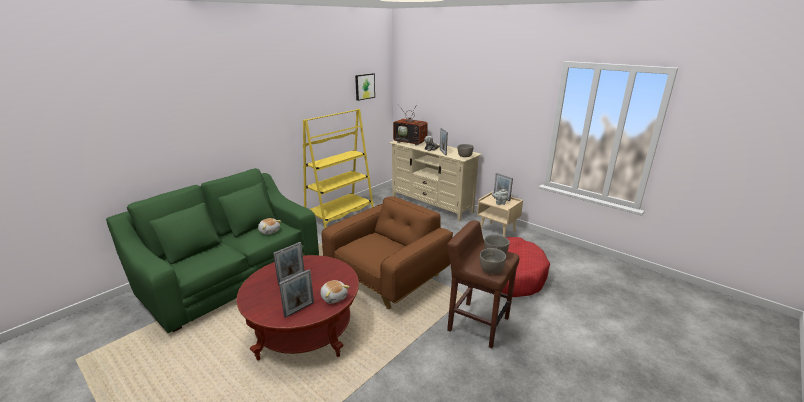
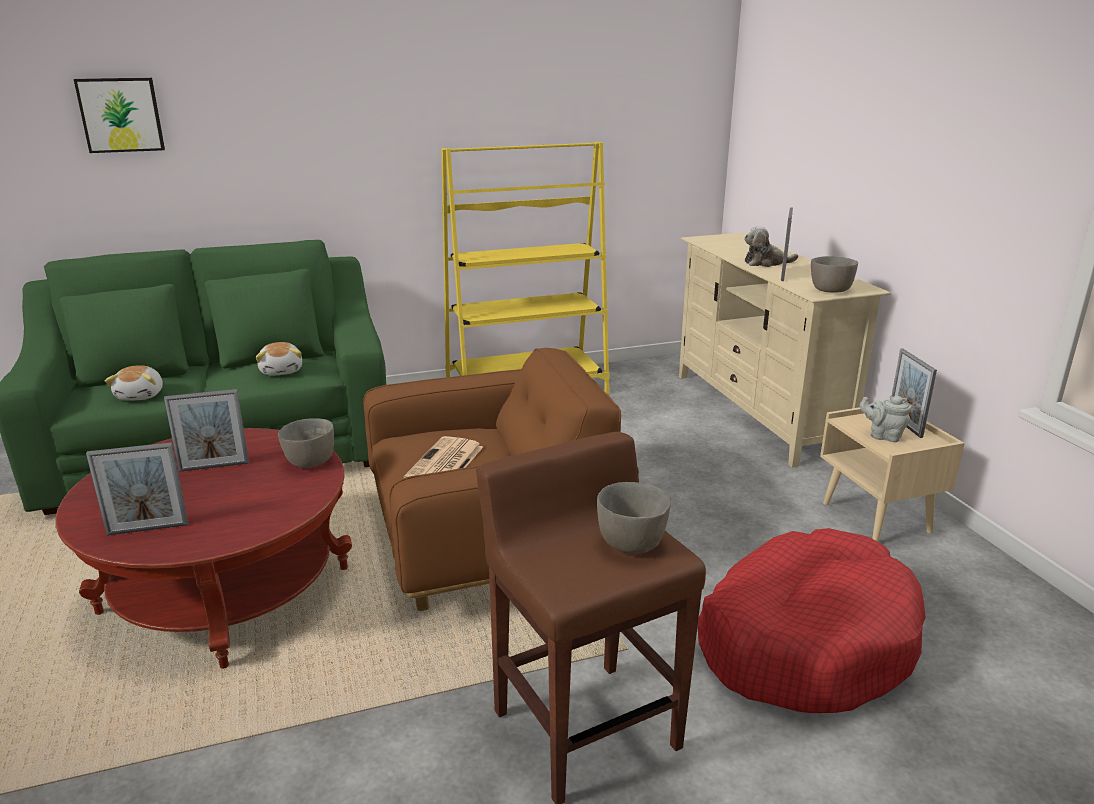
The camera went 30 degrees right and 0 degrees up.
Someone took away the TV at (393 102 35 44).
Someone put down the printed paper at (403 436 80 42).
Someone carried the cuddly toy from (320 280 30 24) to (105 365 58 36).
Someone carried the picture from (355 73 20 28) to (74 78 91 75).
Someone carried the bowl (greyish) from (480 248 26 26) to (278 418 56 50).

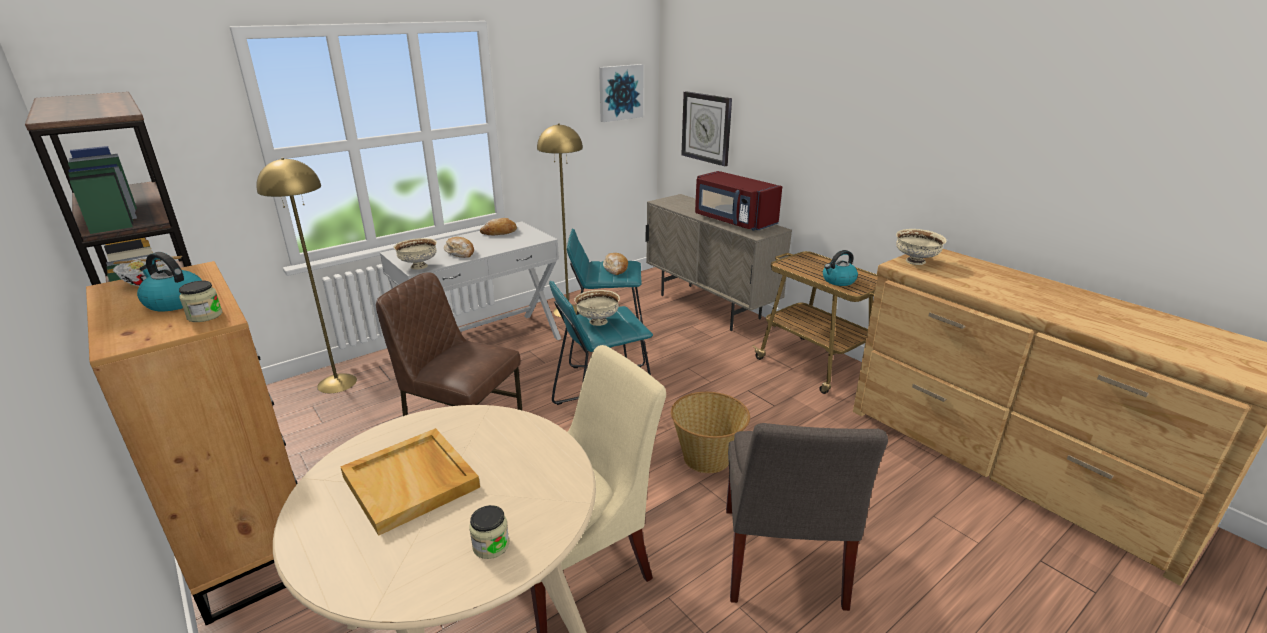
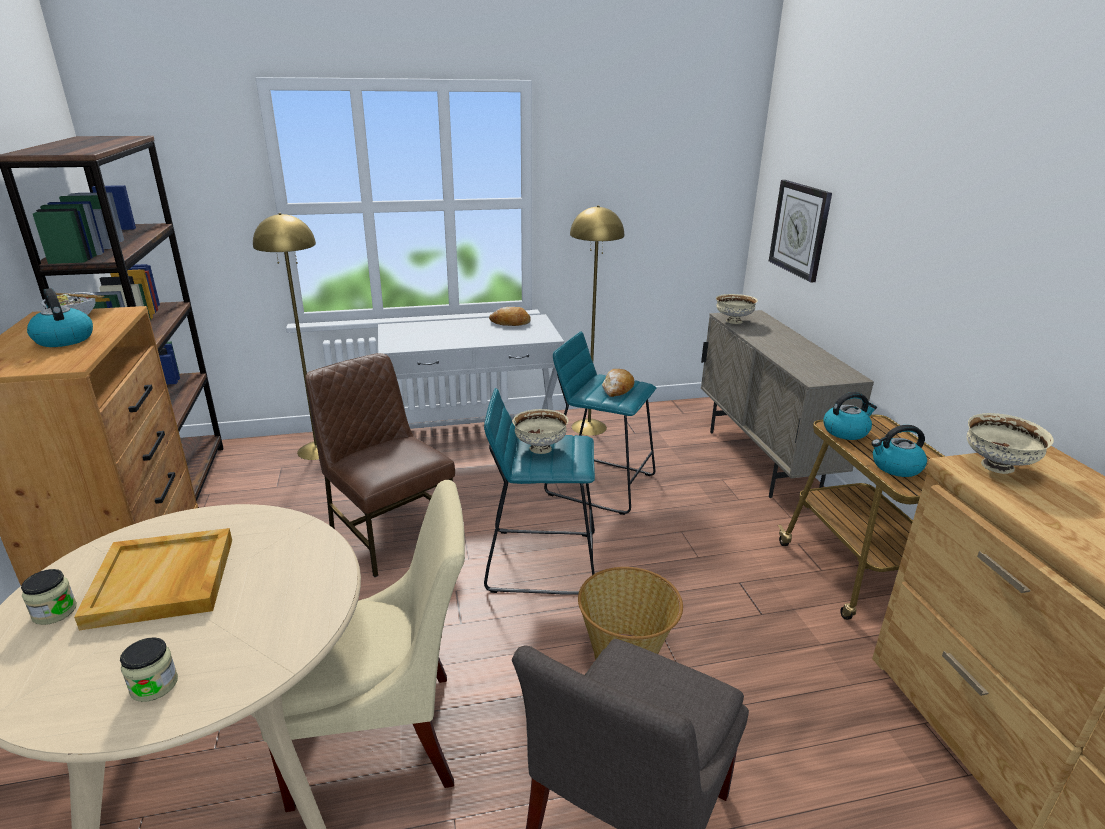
The camera went 25 degrees right and 0 degrees up.
Someone took away the bakery bread at (444 237 30 21).
Someone took away the picture at (599 64 45 58).
Someone took away the microwave (red) at (695 171 87 60).
Someone put down the tea kettle at (823 392 54 48).
Someone carried the jar from (179 281 43 41) to (21 569 56 56).
Someone carried the bowl (sand-coloured) from (394 238 43 32) to (716 294 42 30).

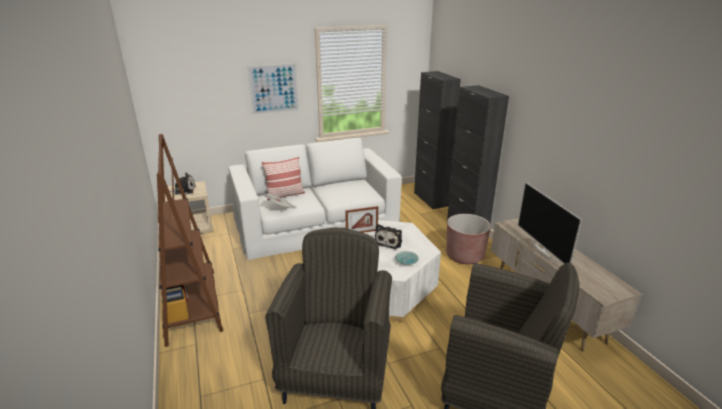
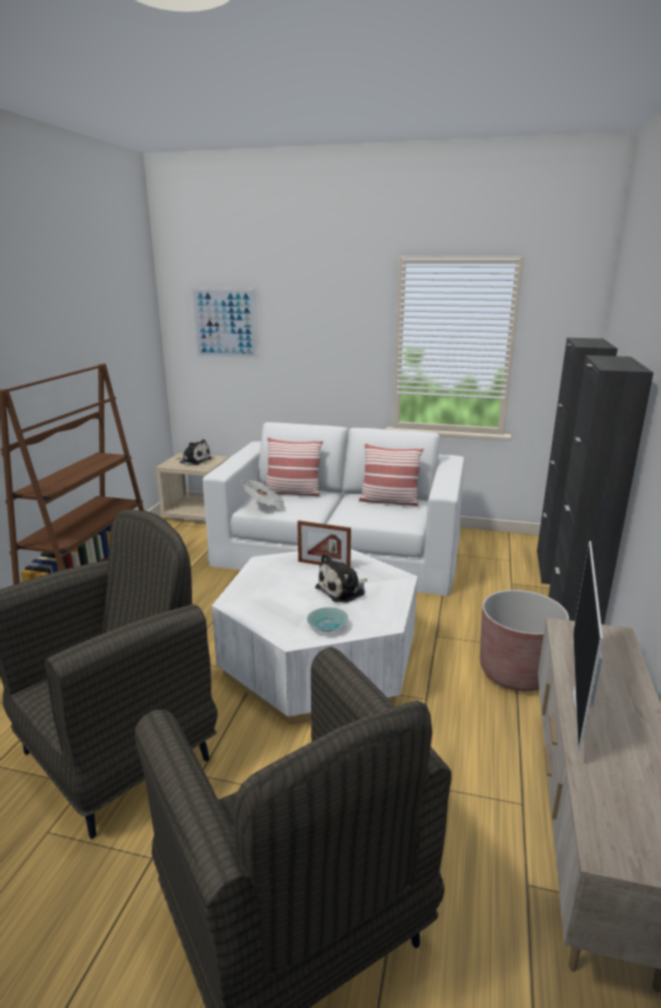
The camera went 35 degrees right and 5 degrees down.
Someone put down the pillow at (359 443 64 63).
Someone carried the picture from (247 63 52 52) to (191 288 67 71).

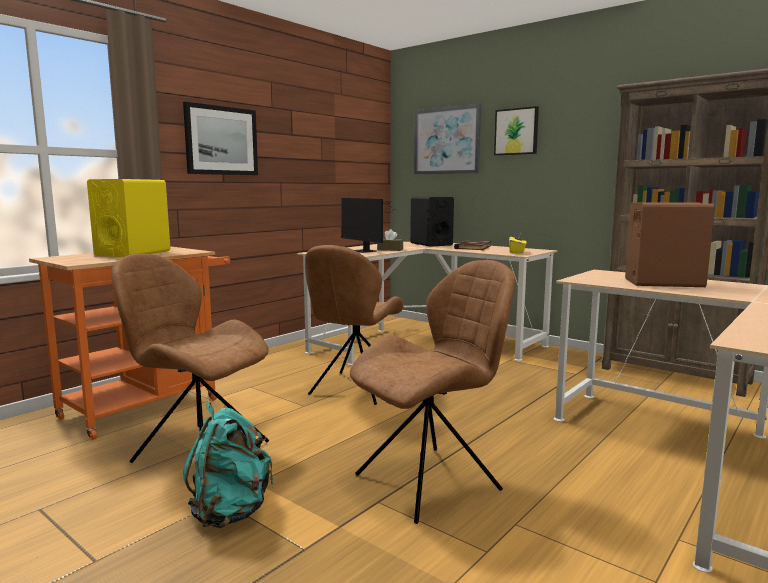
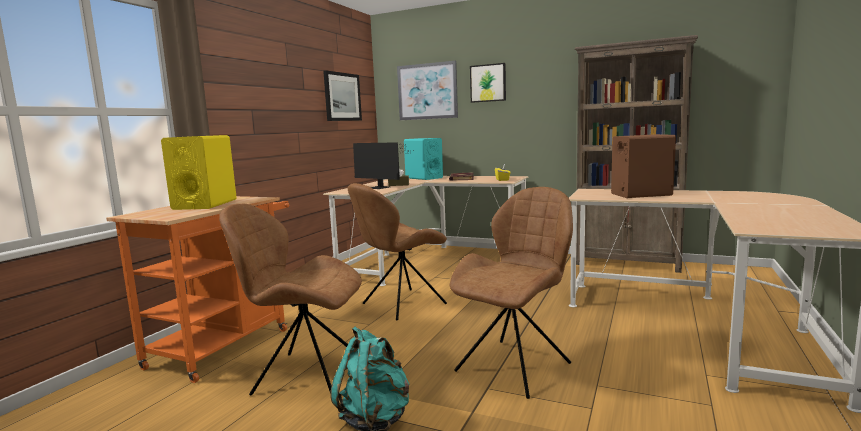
The camera went 15 degrees left and 0 degrees up.
Someone carried the picture from (183 102 75 73) to (323 70 39 51).
Someone repainted the loudspeaker (blackish) at (410 197 44 49), which became the loudspeaker (blue-green) at (404 138 39 42).
Someone rotated the upright chair (brown) at (305 245 99 160) by 45 degrees clockwise.

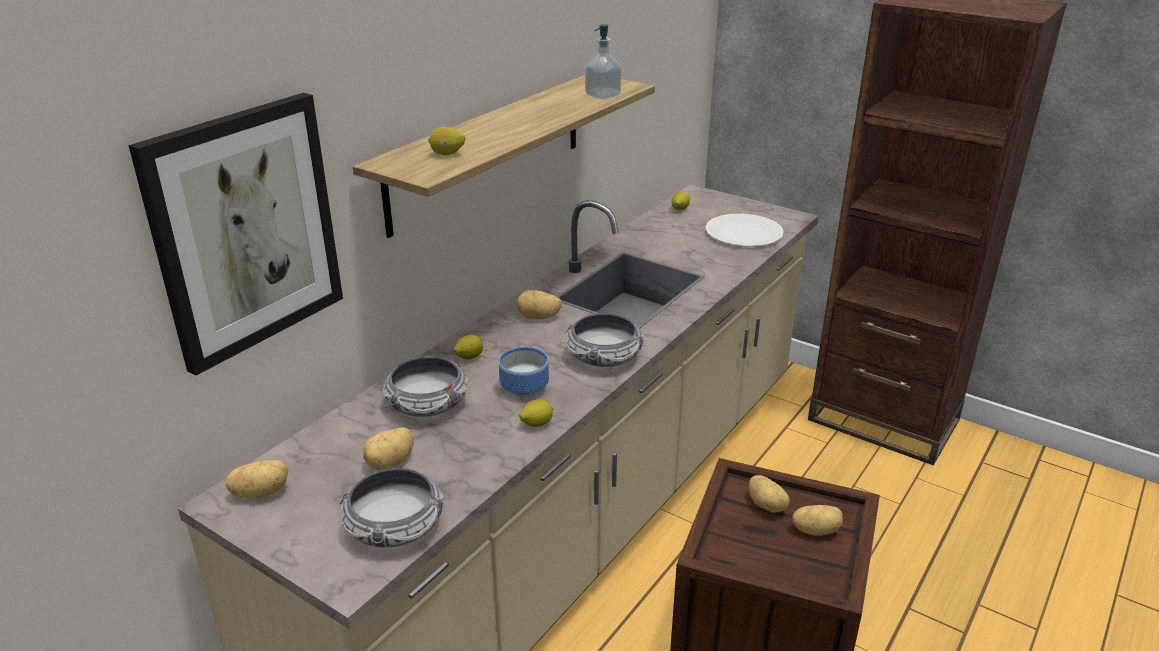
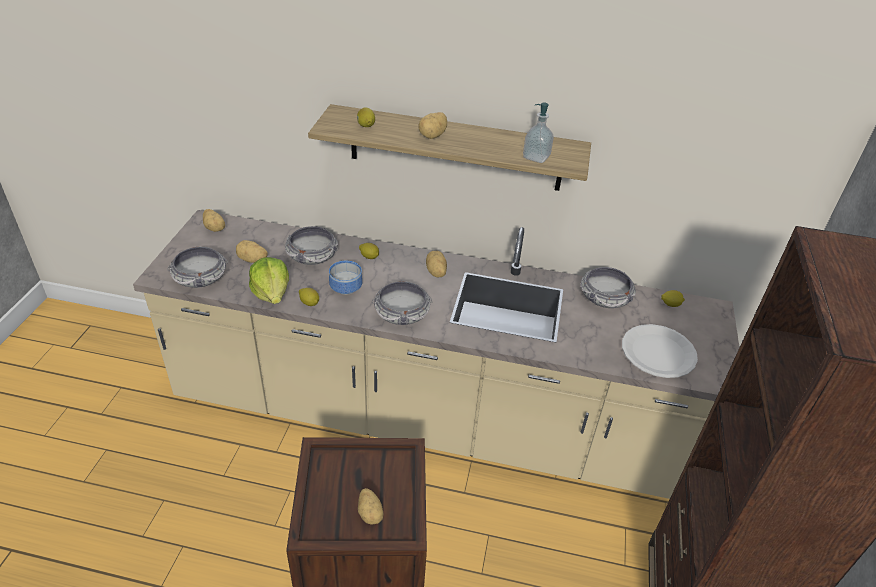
The camera went 65 degrees right and 10 degrees up.
Someone took away the picture at (129 93 214 283).
Someone put down the head of lettuce at (249 257 40 47).
Someone put down the bowl at (580 267 56 41).
Someone carried the spud from (749 475 41 38) to (418 112 29 27).

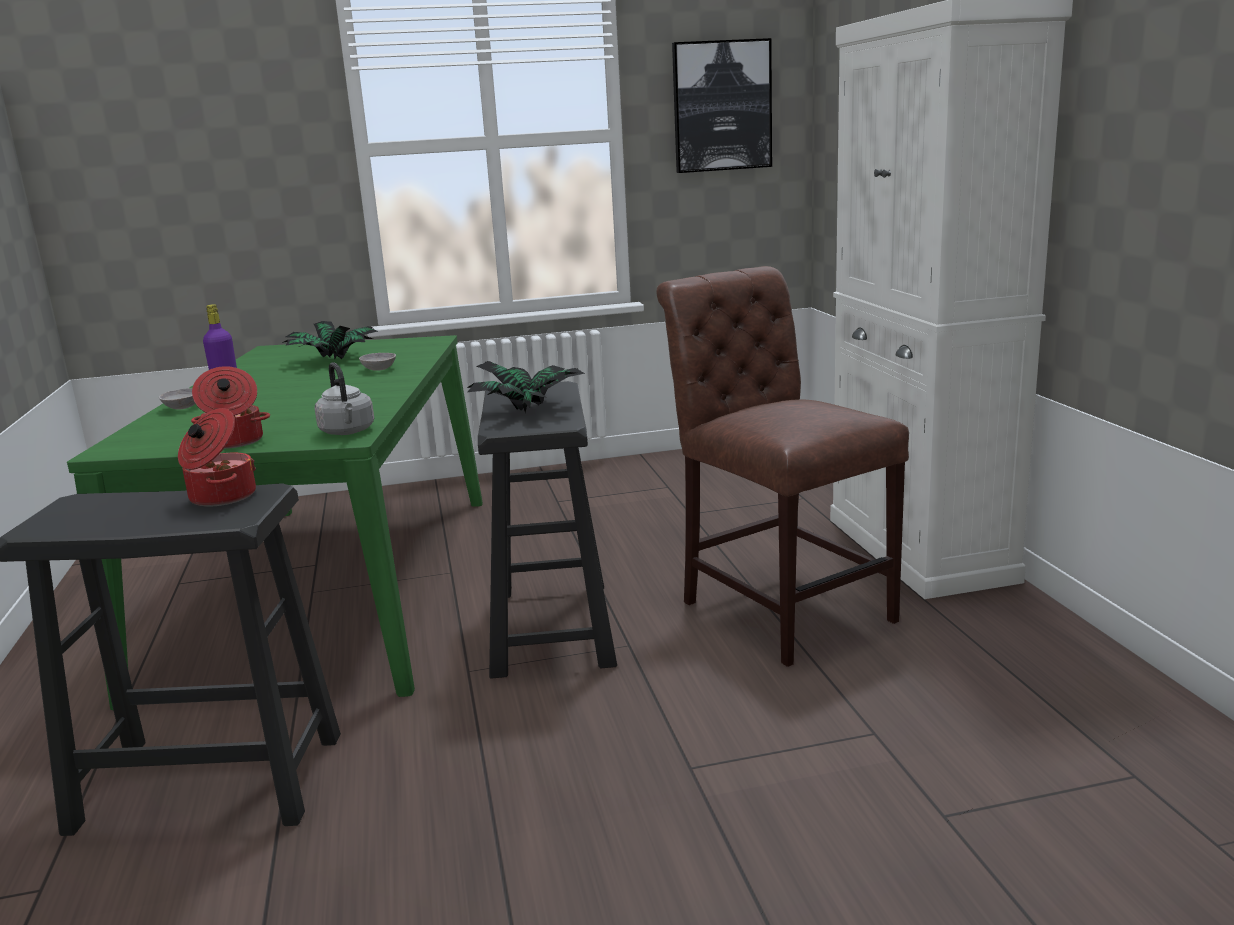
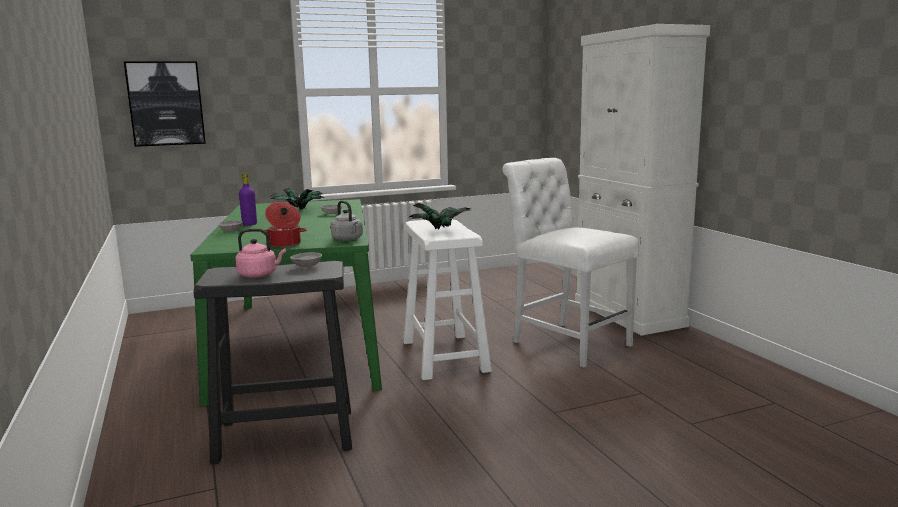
The camera went 10 degrees left and 5 degrees down.
Someone put down the tea kettle (pinkish) at (235 228 51 50).
Someone carried the picture from (672 38 100 135) to (124 61 82 86).
Someone swapped the cooking pot at (178 408 78 99) for the bowl (greyish) at (290 252 32 15).
Someone repainted the stool (blackish) at (478 381 139 298), which became the stool (white-coloured) at (403 219 89 161).
Someone repainted the upright chair (brown) at (656 266 253 401), which became the upright chair (white-coloured) at (503 158 136 209).

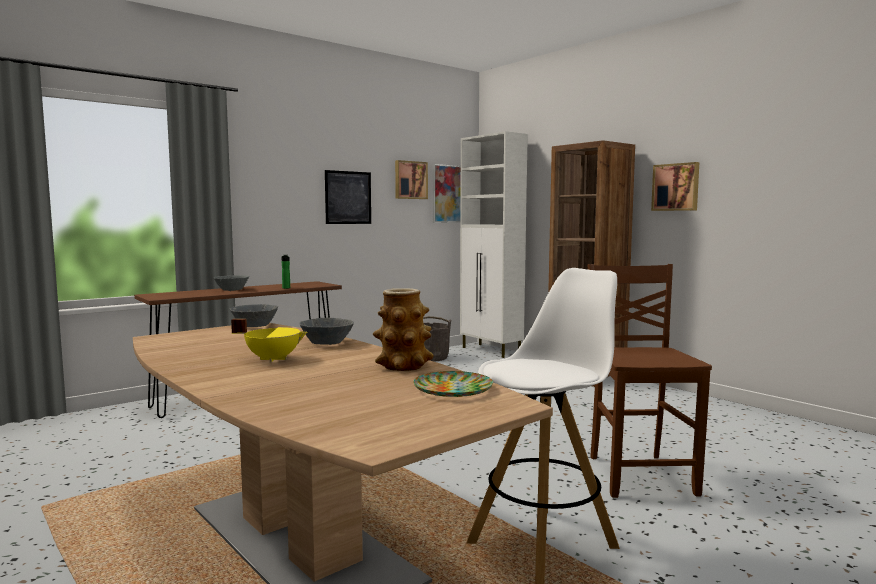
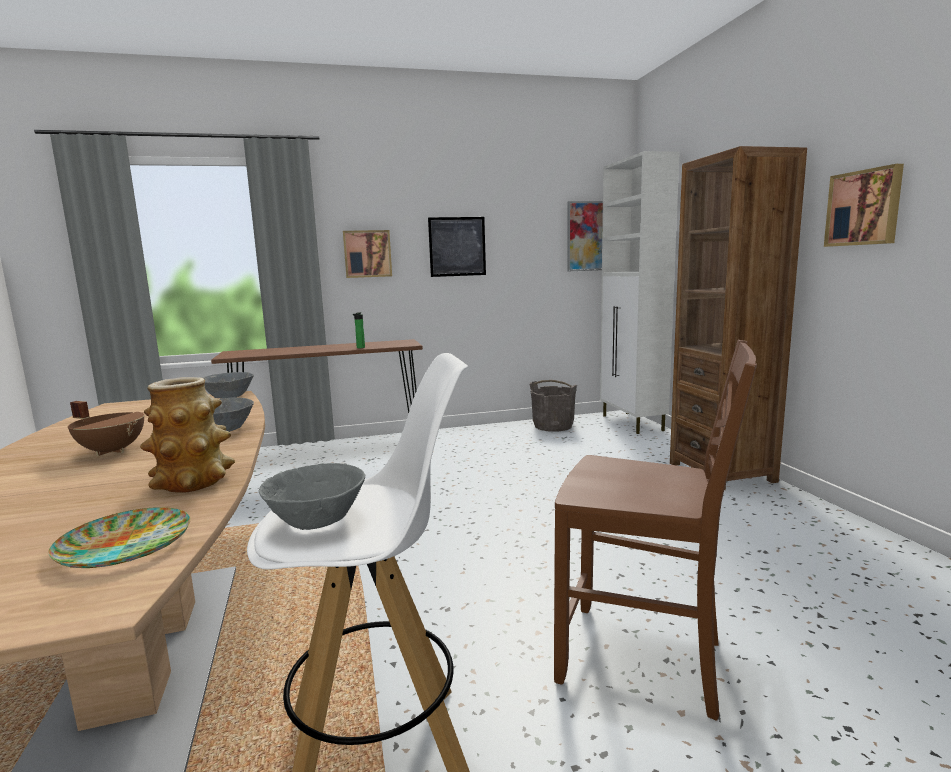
The camera went 25 degrees right and 5 degrees up.
Someone carried the bowl (greyish) from (214 275 35 16) to (259 463 106 67).
Someone carried the picture from (395 160 33 39) to (343 230 49 48).
Someone repainted the cooking pot (yellow) at (231 319 76 44), which became the cooking pot (brown) at (68 401 76 55).
Someone rotated the upright chair (brown) at (587 264 125 234) by 90 degrees clockwise.

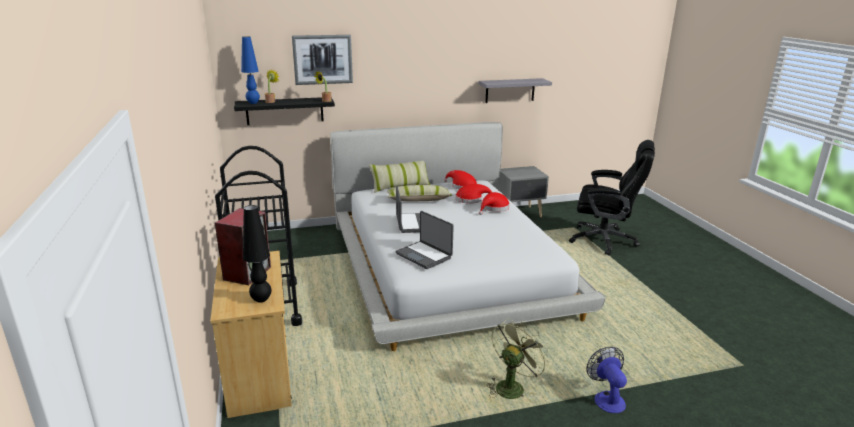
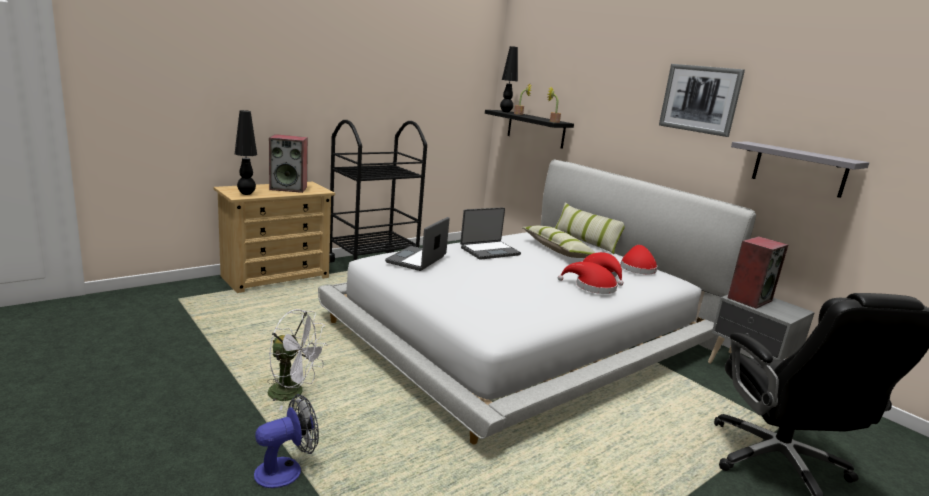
The camera went 65 degrees right and 5 degrees down.
Someone put down the loudspeaker at (727 236 61 73).
Someone carried the picture from (292 35 61 50) to (659 64 86 73).
Someone repainted the table lamp (bluish) at (241 36 19 68), which became the table lamp (blackish) at (500 46 18 66).
Someone repainted the electric fan (green) at (487 318 63 81), which became the electric fan (white-coloured) at (267 309 60 101).

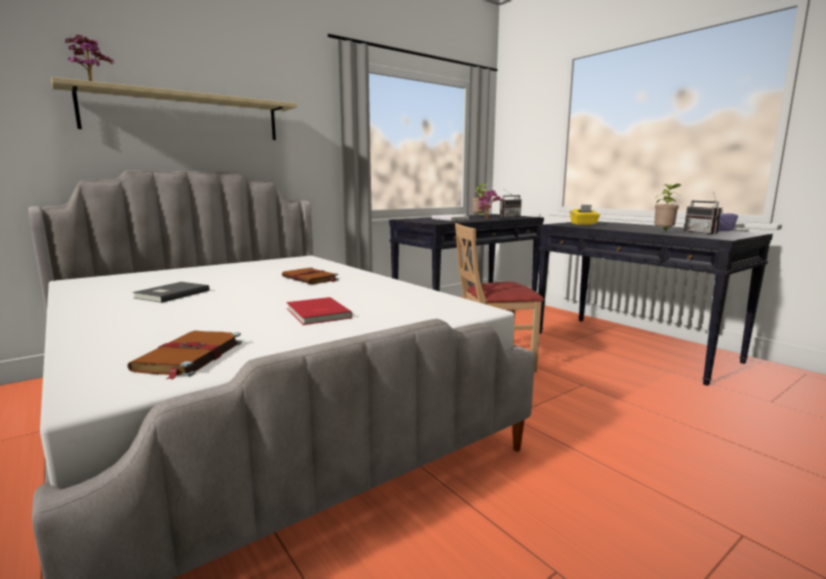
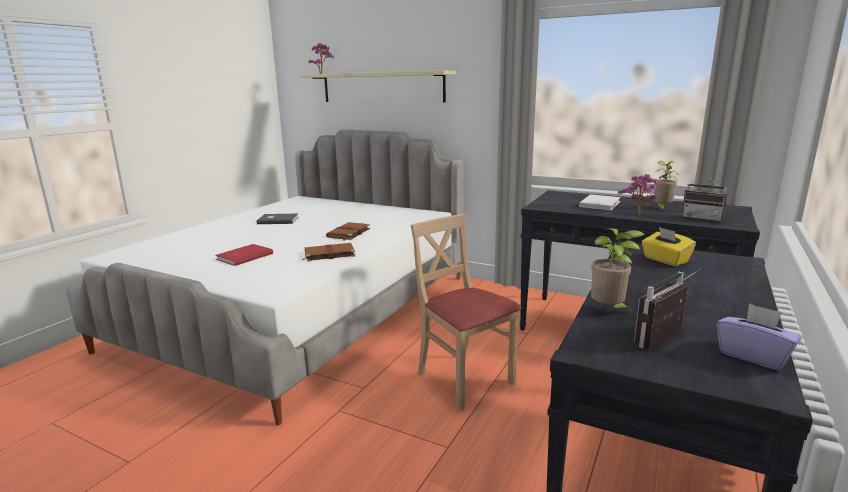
The camera went 65 degrees right and 5 degrees up.
Someone carried the volume (brown) from (127 331 115 49) to (303 243 52 19).

